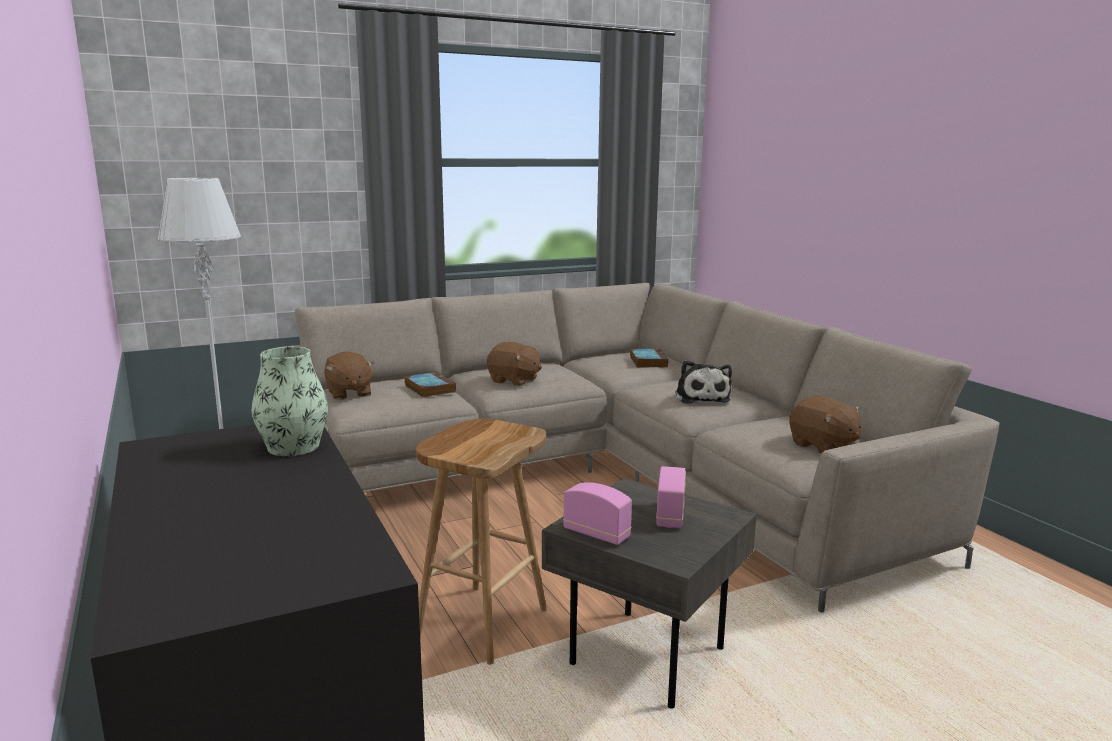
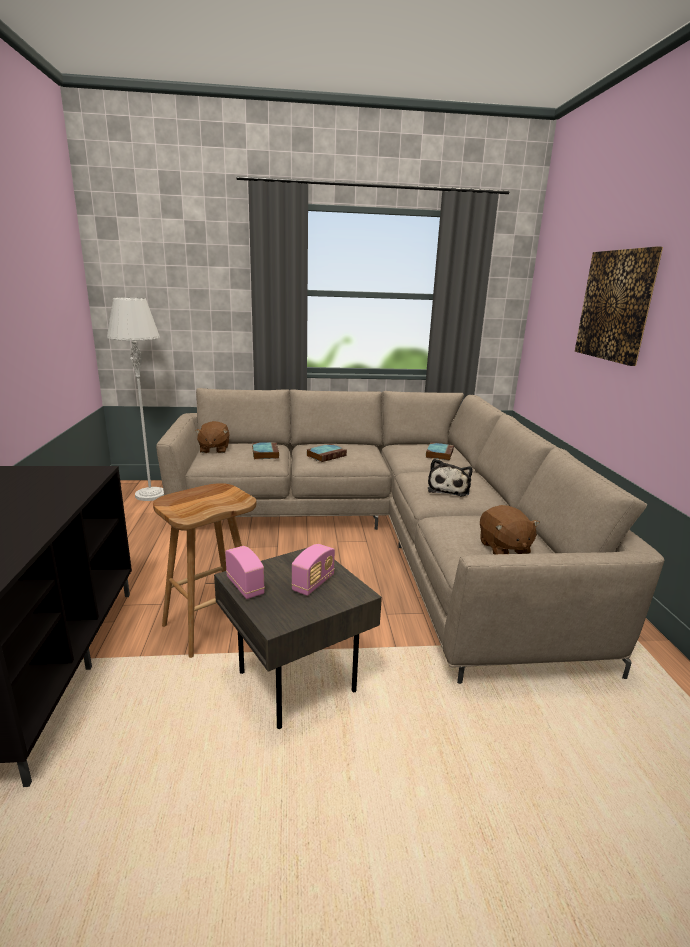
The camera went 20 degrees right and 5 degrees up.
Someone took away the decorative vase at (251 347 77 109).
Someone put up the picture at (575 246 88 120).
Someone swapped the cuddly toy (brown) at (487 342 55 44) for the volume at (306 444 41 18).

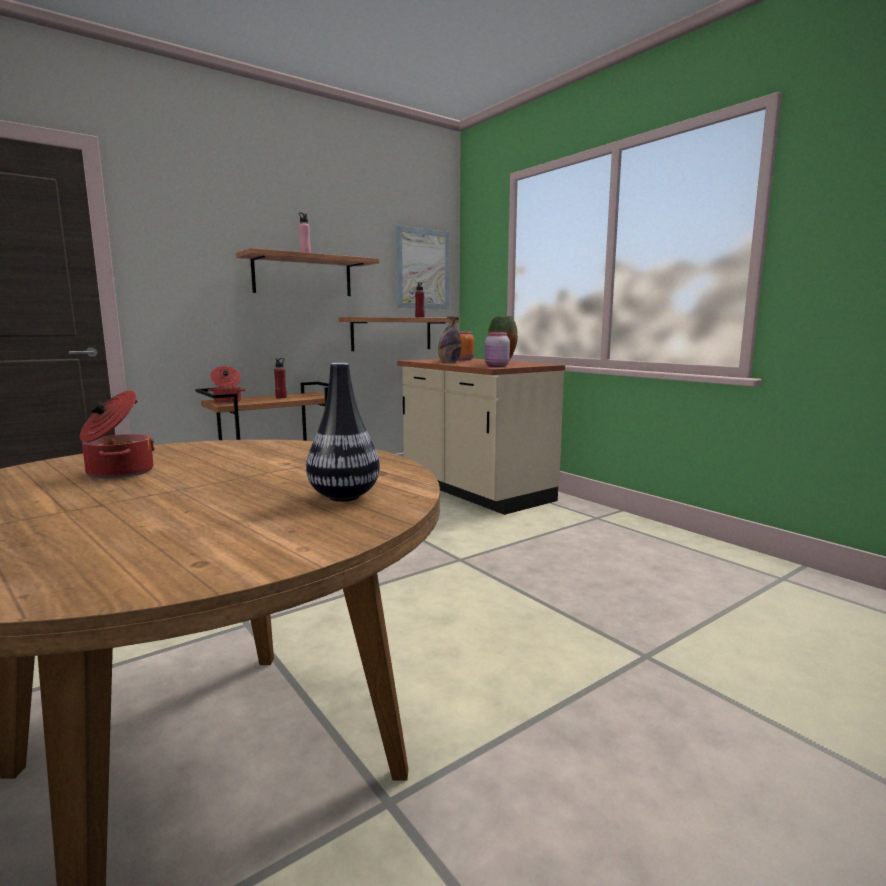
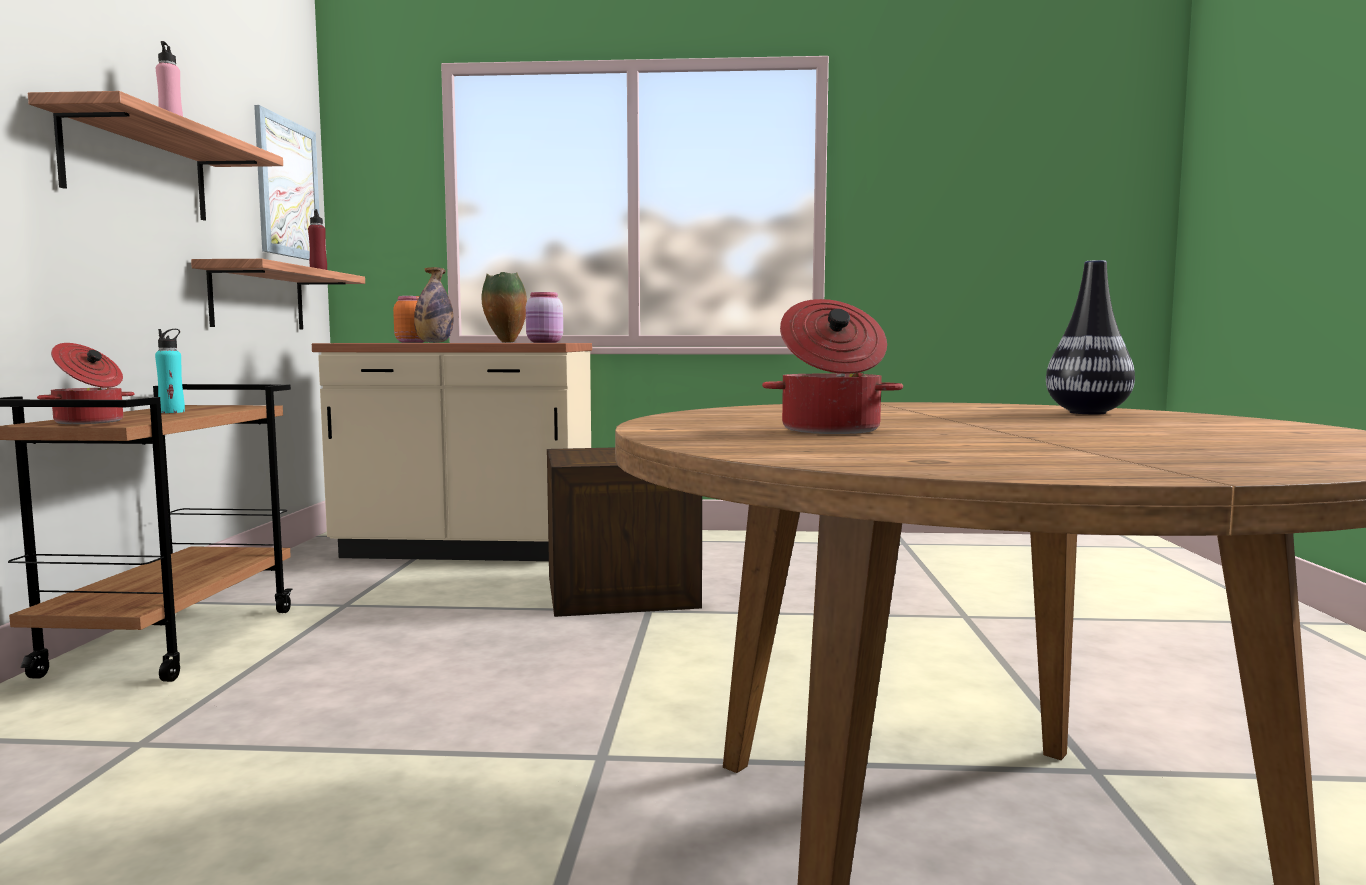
The camera went 50 degrees left and 5 degrees down.
Someone put down the shipping crate at (547 447 155 170).
Someone repainted the drink bottle (red) at (274 358 13 40), which became the drink bottle (blue-green) at (155 329 30 84).

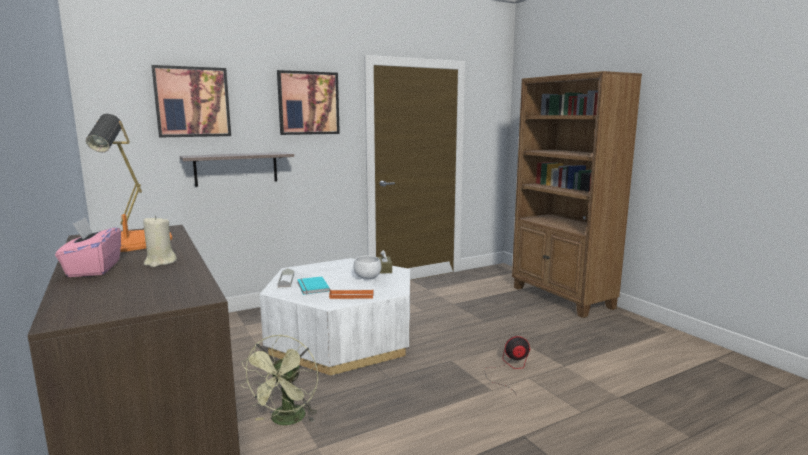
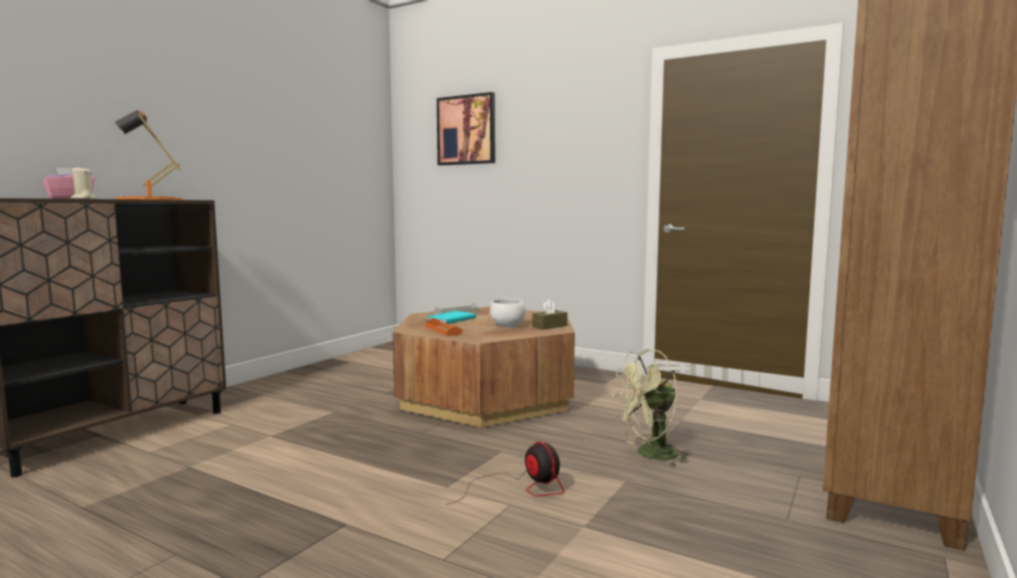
The camera went 60 degrees right and 5 degrees down.
Someone took away the bracket shelf at (180 152 114 35).
Someone took away the picture at (277 70 63 65).
Someone carried the electric fan (green) from (240 335 78 90) to (612 349 80 117).
Someone repainted the low table (white-coloured) at (260 258 150 118), which became the low table (brown) at (393 307 182 120).

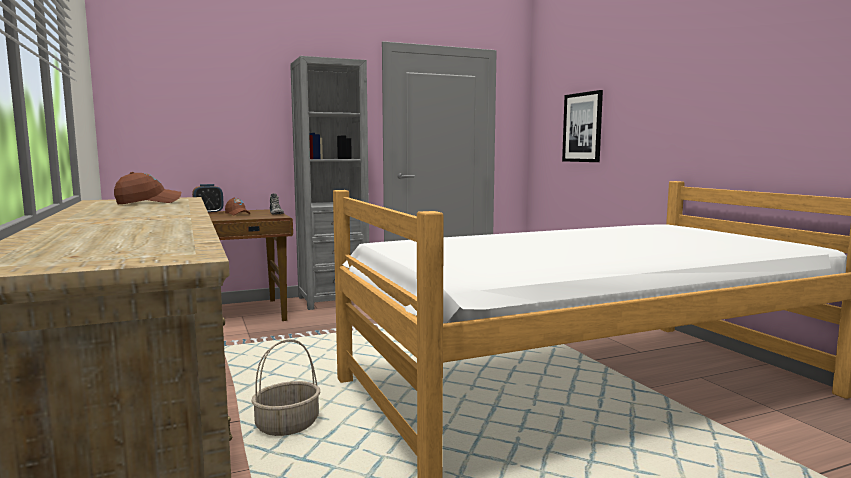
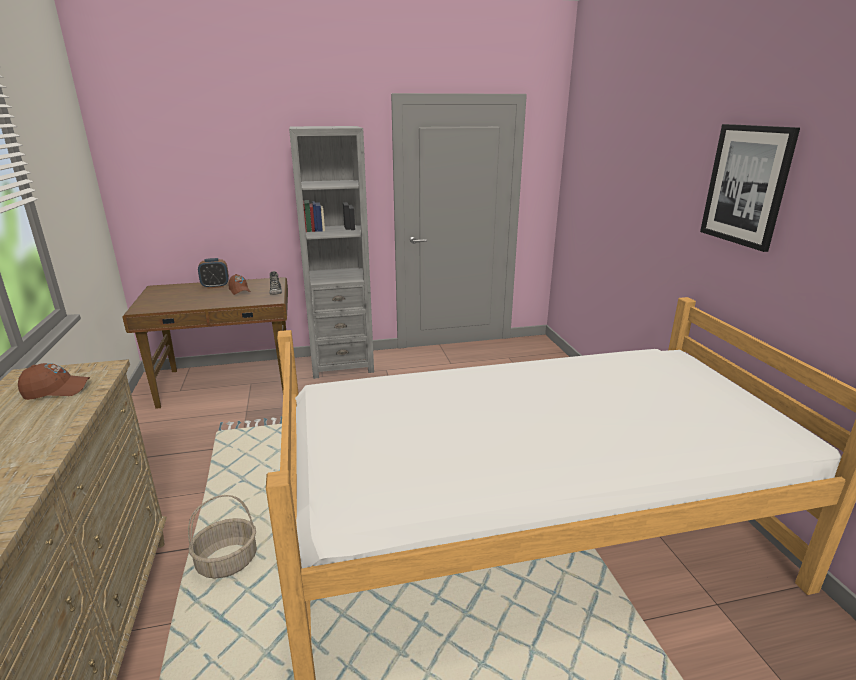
The camera went 10 degrees right and 15 degrees up.
Someone carried the picture from (562 90 41 72) to (700 124 100 128).

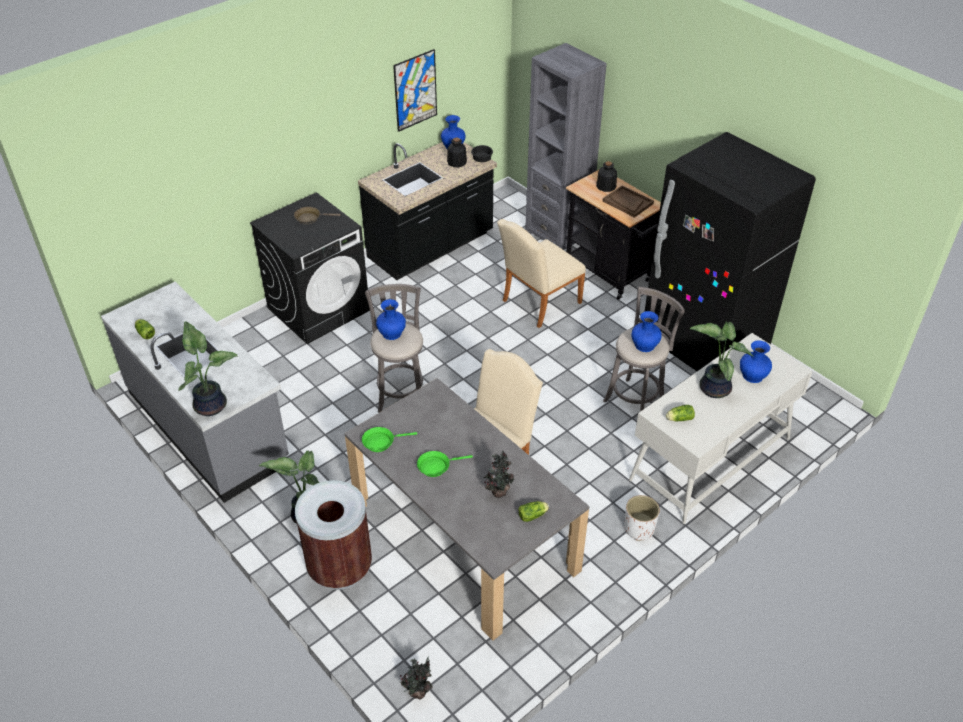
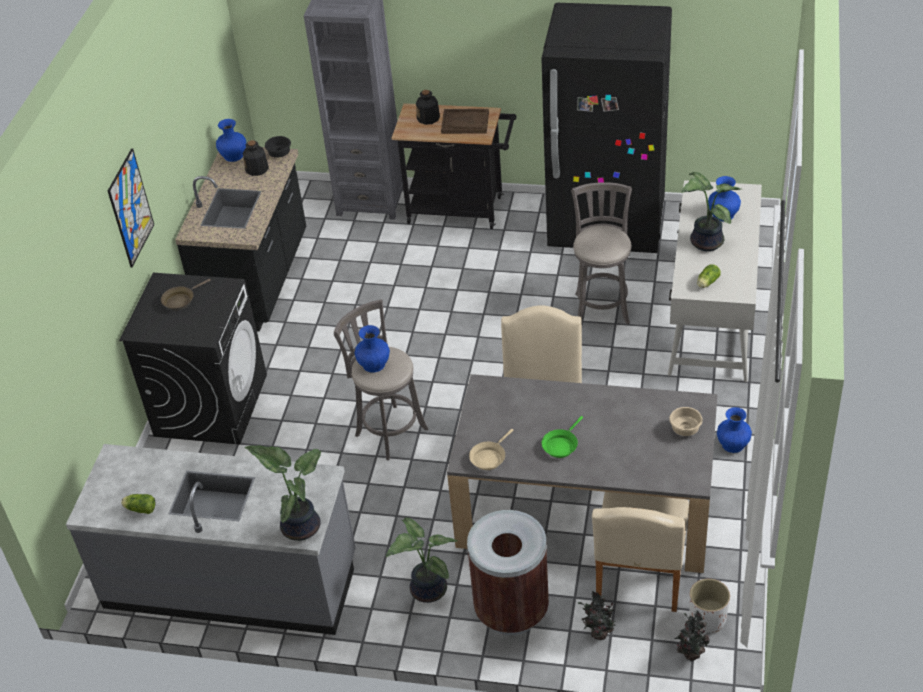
The camera went 35 degrees left and 0 degrees up.
Someone carried the picture from (393 49 44 83) to (108 148 46 120).
Someone carried the houseplant from (483 451 31 47) to (578 591 38 49).
Someone carried the upright chair (sand-coloured) from (497 219 89 109) to (592 492 97 120).
Someone carried the flower pot (white-coloured) from (624 495 36 46) to (689 579 41 54).
Someone carried the decorative vase (bluish) from (631 311 31 41) to (717 407 35 46).
Someone swapped the head of lettuce at (518 501 31 21) for the bowl (sand-coloured) at (669 407 34 29).
Someone repainted the skillet (green) at (362 427 55 25), which became the skillet (sand-coloured) at (469 429 44 41).

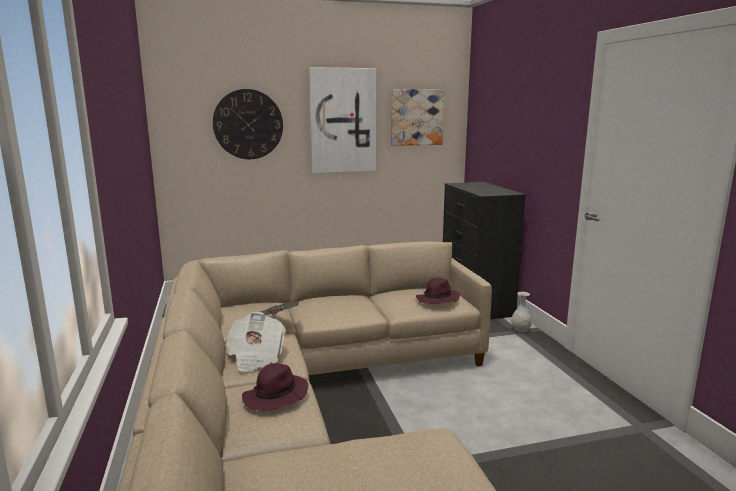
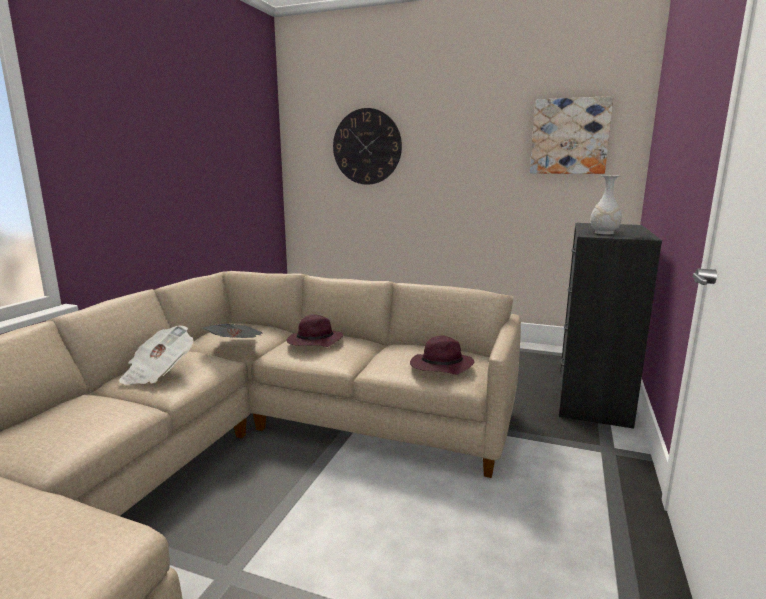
The camera went 35 degrees right and 0 degrees up.
Someone took away the picture at (309 67 67 106).
Someone carried the hat (purple) from (242 363 66 48) to (286 314 57 33).
Someone carried the decorative vase (white-coloured) from (511 292 21 40) to (590 175 32 59).

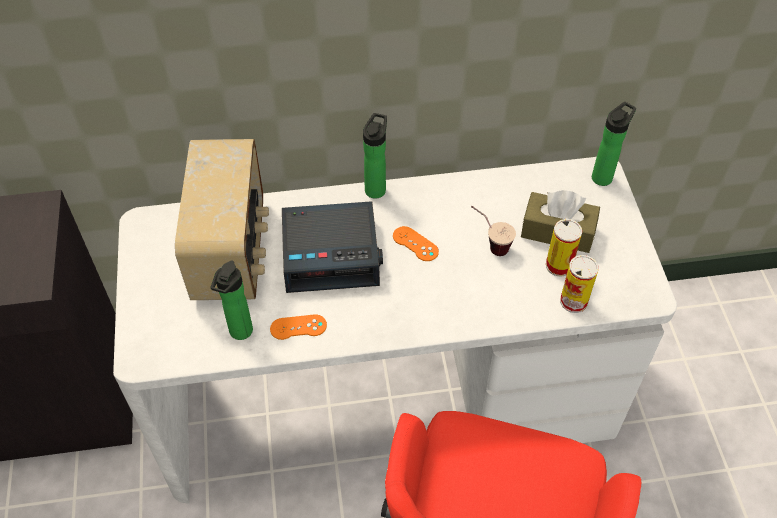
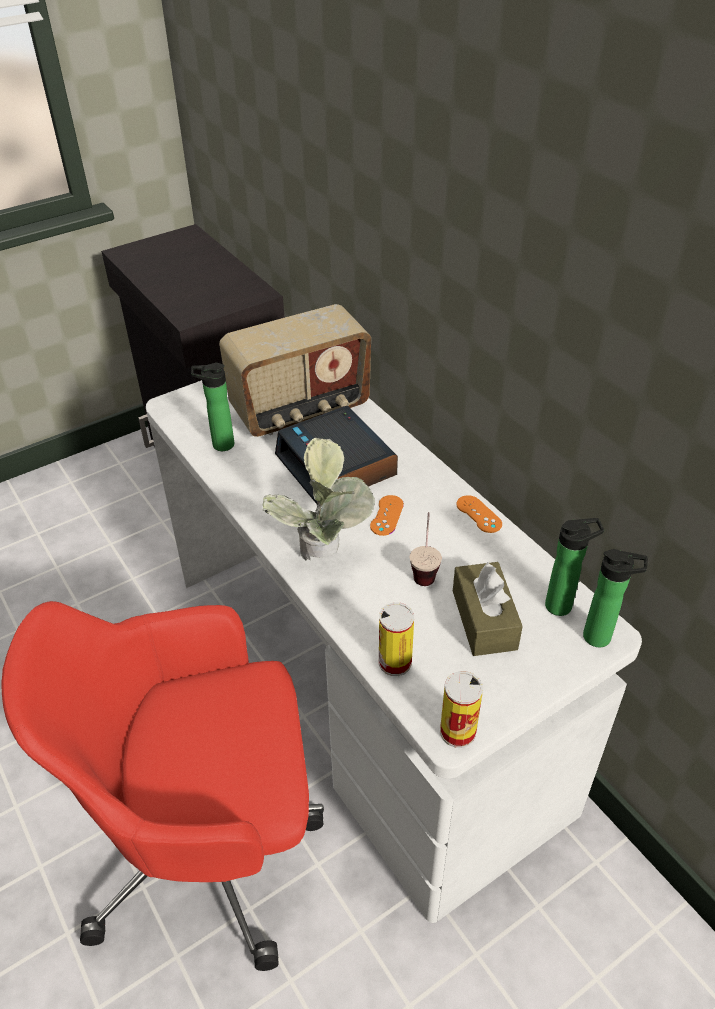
The camera went 65 degrees right and 10 degrees down.
Someone put down the houseplant at (262 438 113 123).
Someone carried the game controller (orange) from (270 314 57 26) to (457 495 45 38).
Someone carried the drink bottle from (363 113 24 86) to (545 518 59 98).
Someone carried the sealed can from (546 219 36 58) to (440 671 43 77).

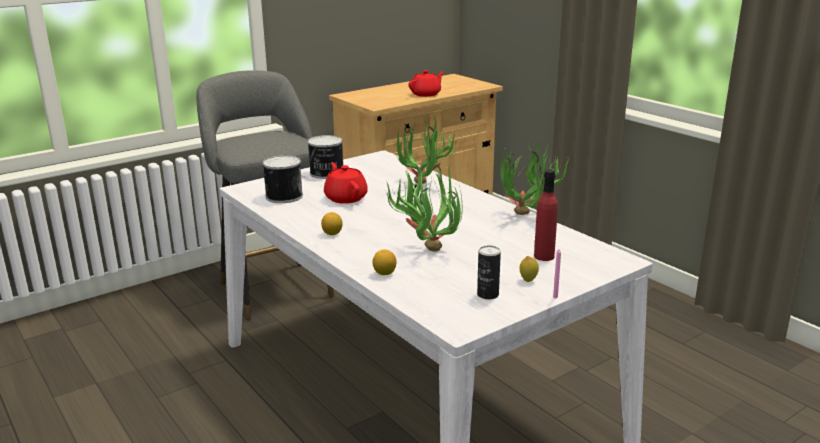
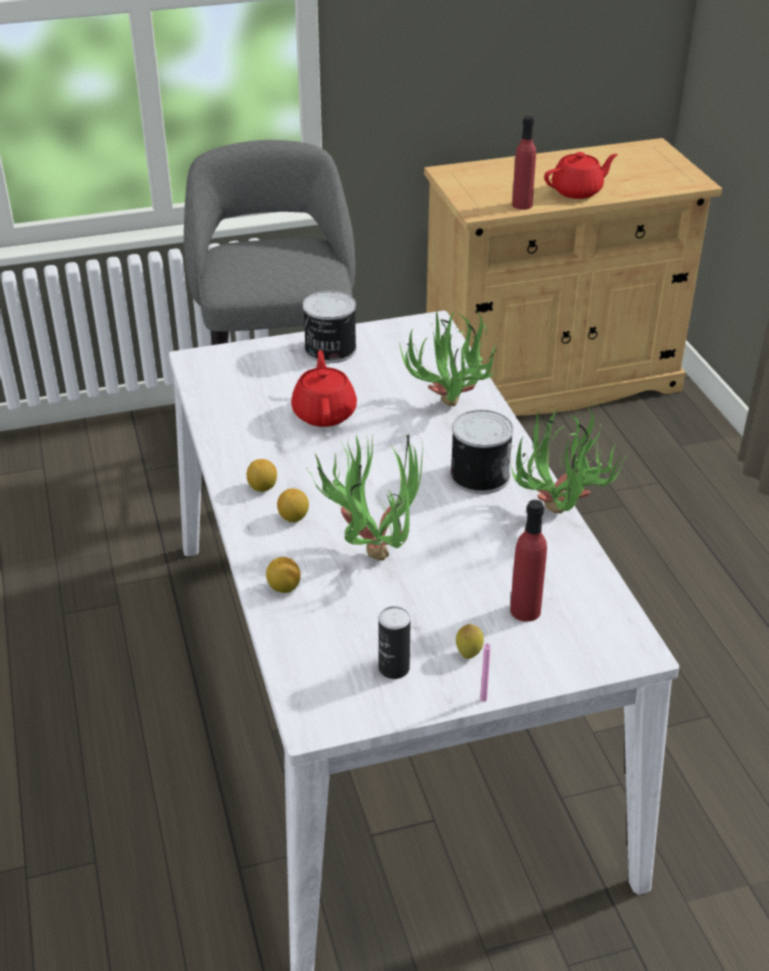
The camera went 20 degrees right and 15 degrees up.
Someone put down the whole lemon at (277 488 32 34).
Someone put down the drink bottle (red) at (512 116 24 94).
Someone carried the sealed can from (263 155 40 48) to (450 410 64 84).

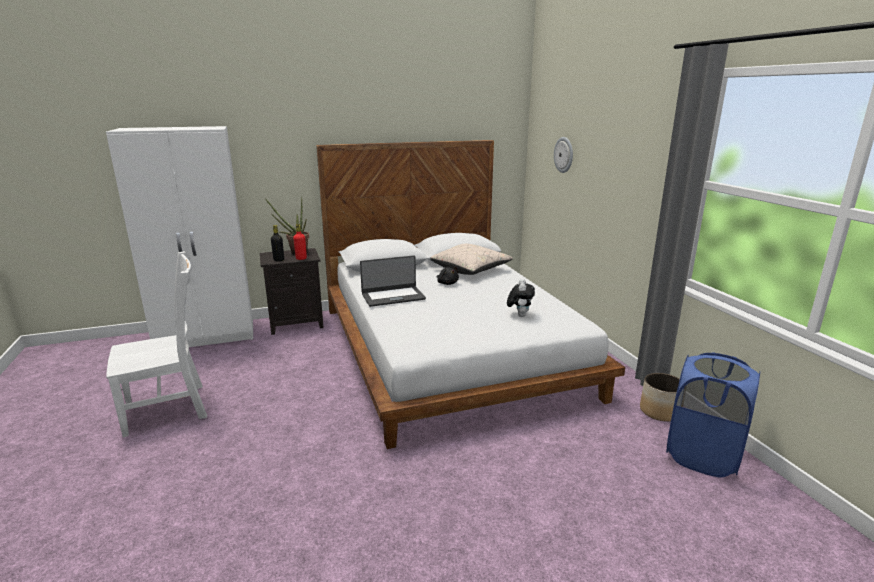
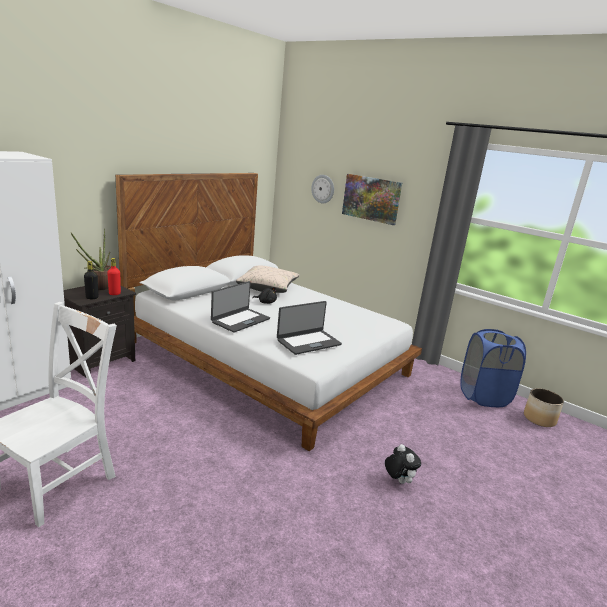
The camera went 35 degrees left and 0 degrees up.
Someone put down the laptop at (277 301 65 54).
Someone put up the picture at (342 174 60 51).
Someone carried the cuddly toy from (507 279 28 38) to (385 444 36 40).
Someone carried the flower pot from (640 373 40 49) to (524 388 40 39).

